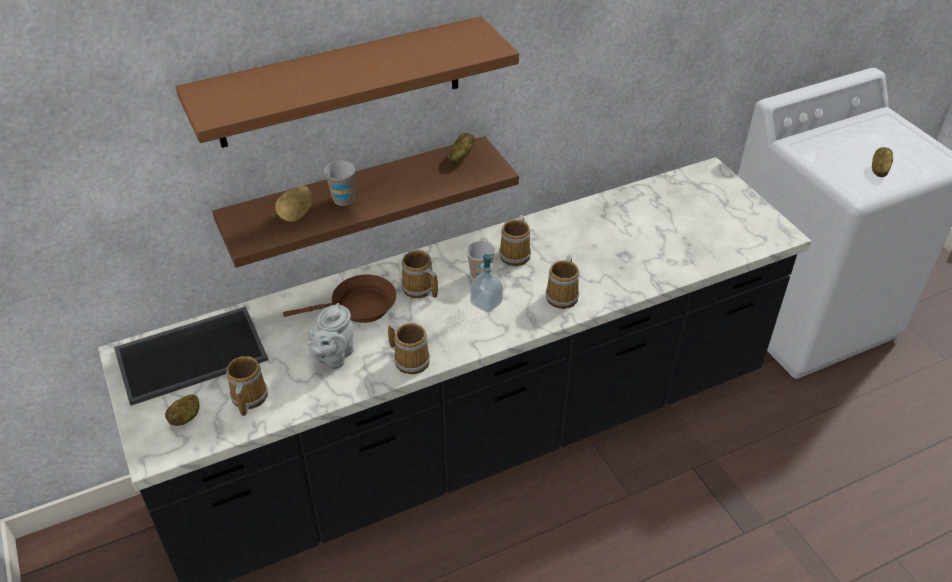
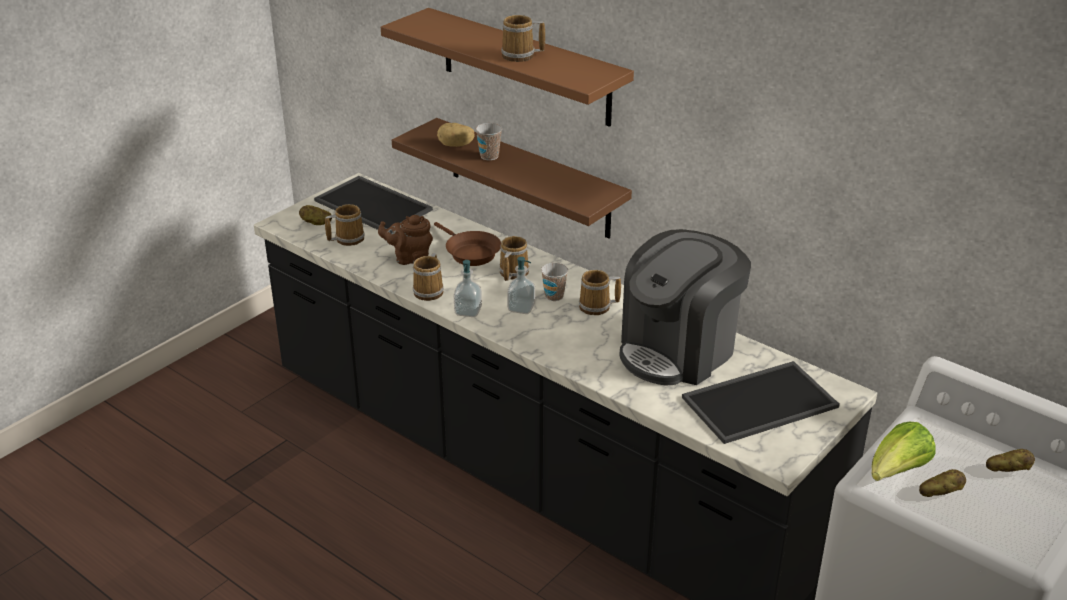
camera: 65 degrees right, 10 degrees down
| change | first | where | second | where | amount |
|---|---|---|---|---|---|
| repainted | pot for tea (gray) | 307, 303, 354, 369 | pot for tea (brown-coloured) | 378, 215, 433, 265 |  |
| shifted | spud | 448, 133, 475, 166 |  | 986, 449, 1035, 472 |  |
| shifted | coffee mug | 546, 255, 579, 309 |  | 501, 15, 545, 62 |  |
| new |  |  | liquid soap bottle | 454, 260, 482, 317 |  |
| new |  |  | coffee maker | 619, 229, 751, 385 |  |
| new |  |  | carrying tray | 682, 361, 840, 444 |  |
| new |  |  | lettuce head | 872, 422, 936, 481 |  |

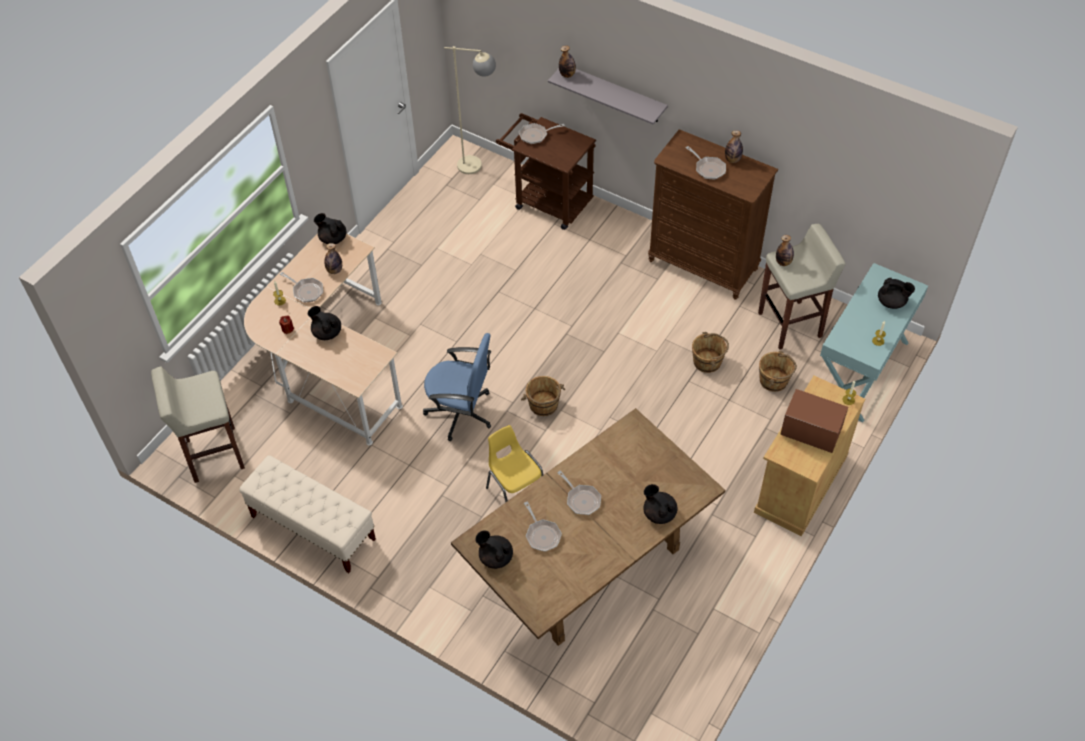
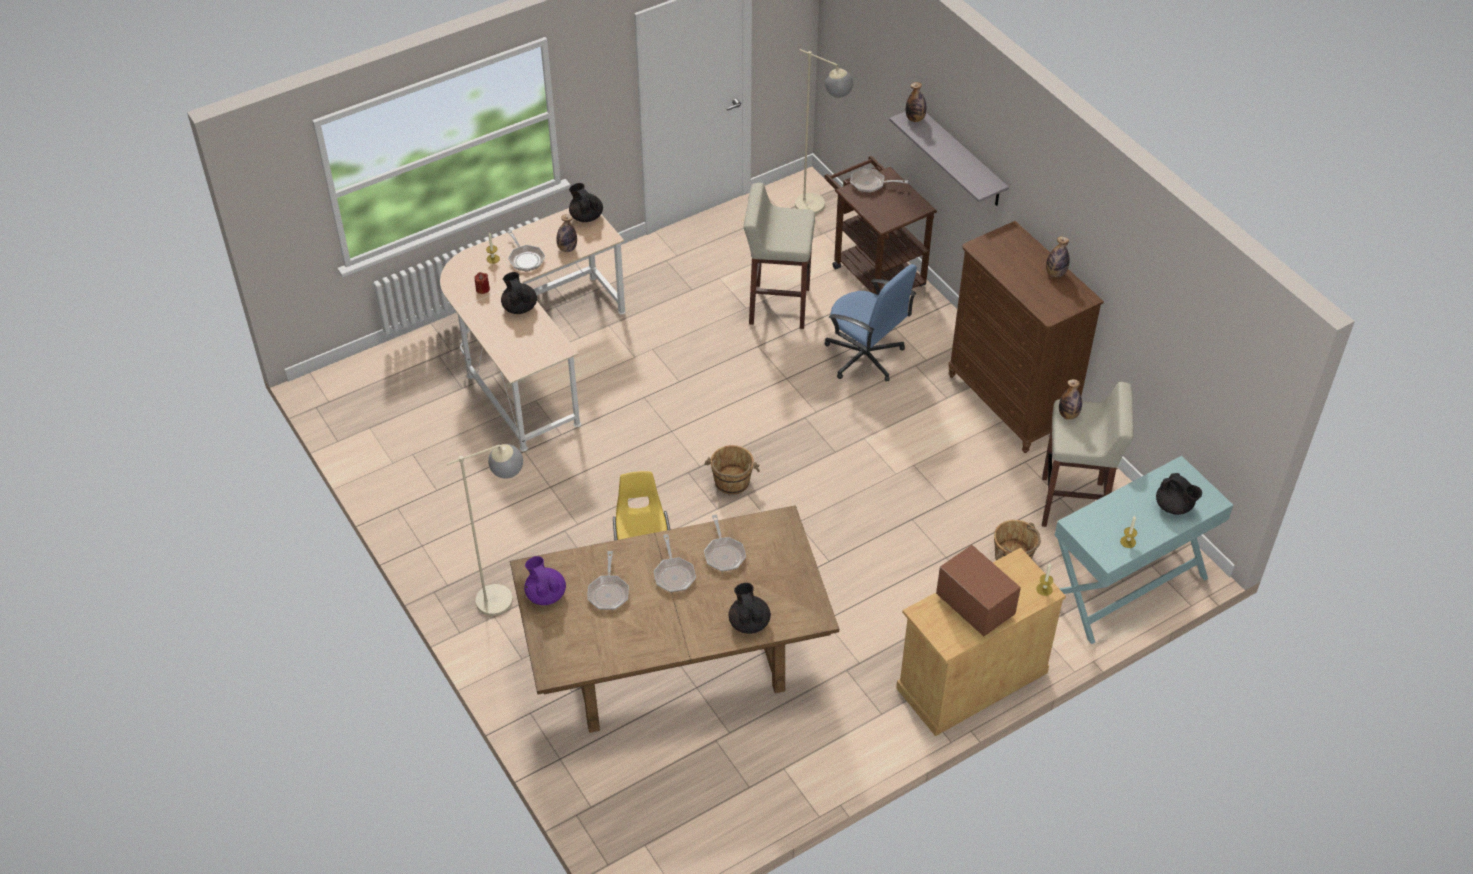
camera: 25 degrees right, 5 degrees down
| change | first | where | second | where | amount |
|---|---|---|---|---|---|
| shifted | sitting stool (beige-coloured) | 151, 366, 245, 483 |  | 744, 183, 815, 329 |  |
| gone | bench (beige-coloured) | 240, 455, 376, 573 |  |  |  |
| shifted | desk chair (blue) | 423, 333, 491, 441 |  | 824, 264, 917, 382 |  |
| repainted | pot for tea (black) | 475, 531, 513, 569 | pot for tea (purple-coloured) | 524, 556, 566, 605 |  |
| shifted | skillet | 686, 146, 726, 180 |  | 704, 515, 746, 572 |  |
| gone | pail (brown-coloured) | 692, 332, 729, 373 |  |  |  |
| new |  |  | floor lamp (beige-coloured) | 447, 444, 523, 616 |  |

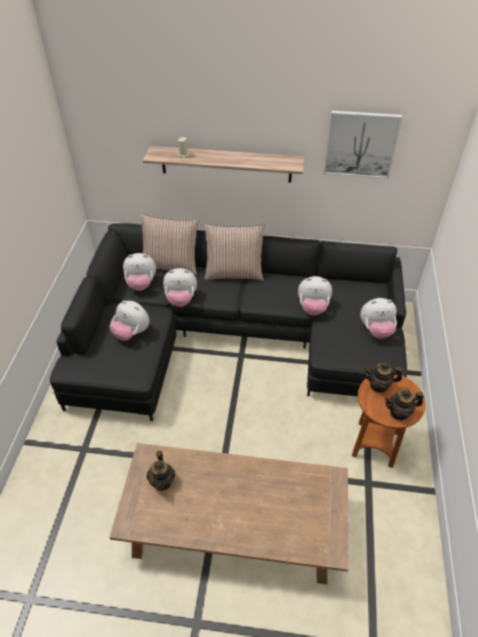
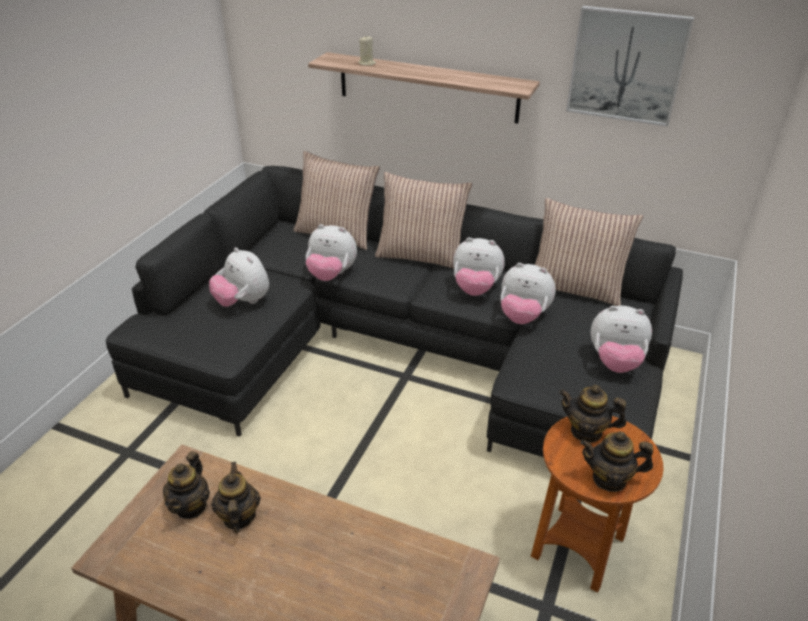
camera: 15 degrees right, 10 degrees down
| change | first | where | second | where | amount |
|---|---|---|---|---|---|
| shifted | soft toy | 123, 253, 156, 291 |  | 453, 237, 504, 296 |  |
| new |  |  | pot for tea | 211, 462, 261, 534 |  |
| new |  |  | cushion | 535, 198, 643, 306 |  |

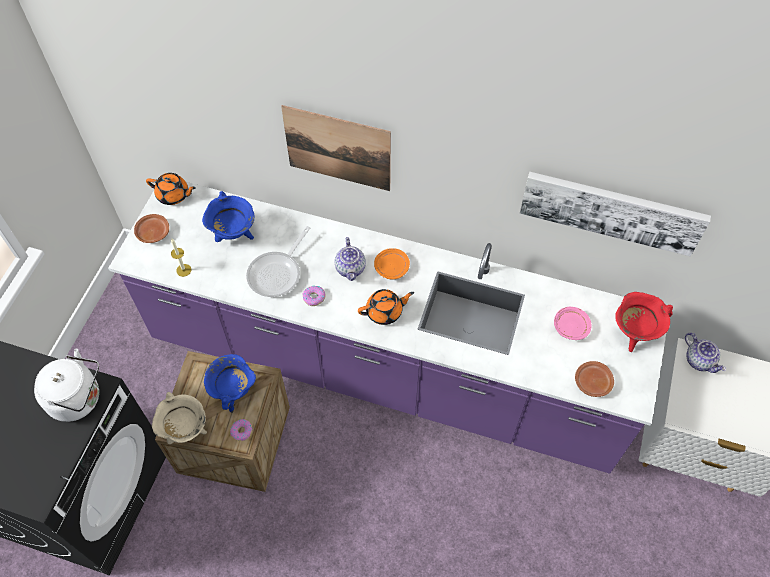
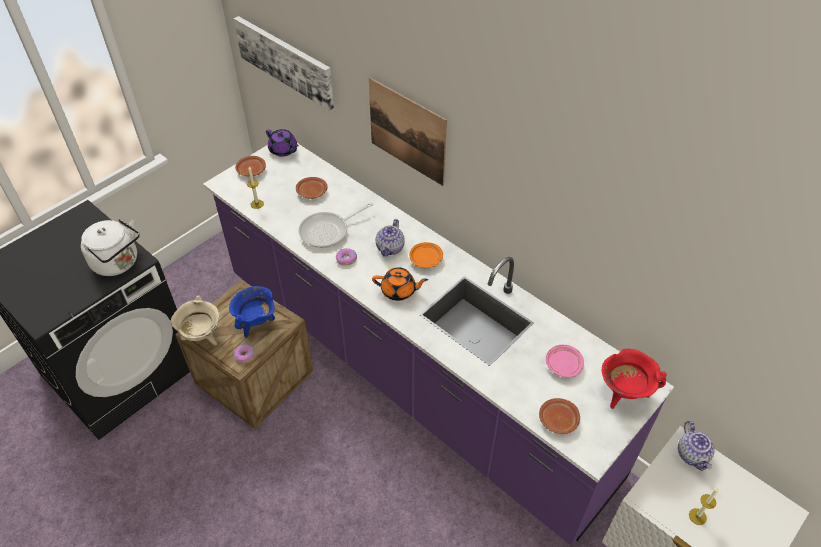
camera: 25 degrees right, 10 degrees down
| change | first | where | second | where | amount |
|---|---|---|---|---|---|
| repainted | pot for tea (orange-coloured) | 146, 173, 196, 205 | pot for tea (purple-coloured) | 266, 129, 299, 157 |  |
| swapped | stockpot (blue) | 202, 191, 254, 242 | plate (brown-coloured) | 296, 177, 328, 199 |  |
| shifted | wall picture | 520, 172, 711, 257 |  | 234, 16, 334, 111 |  |
| new |  |  | wax light | 689, 488, 719, 525 |  |

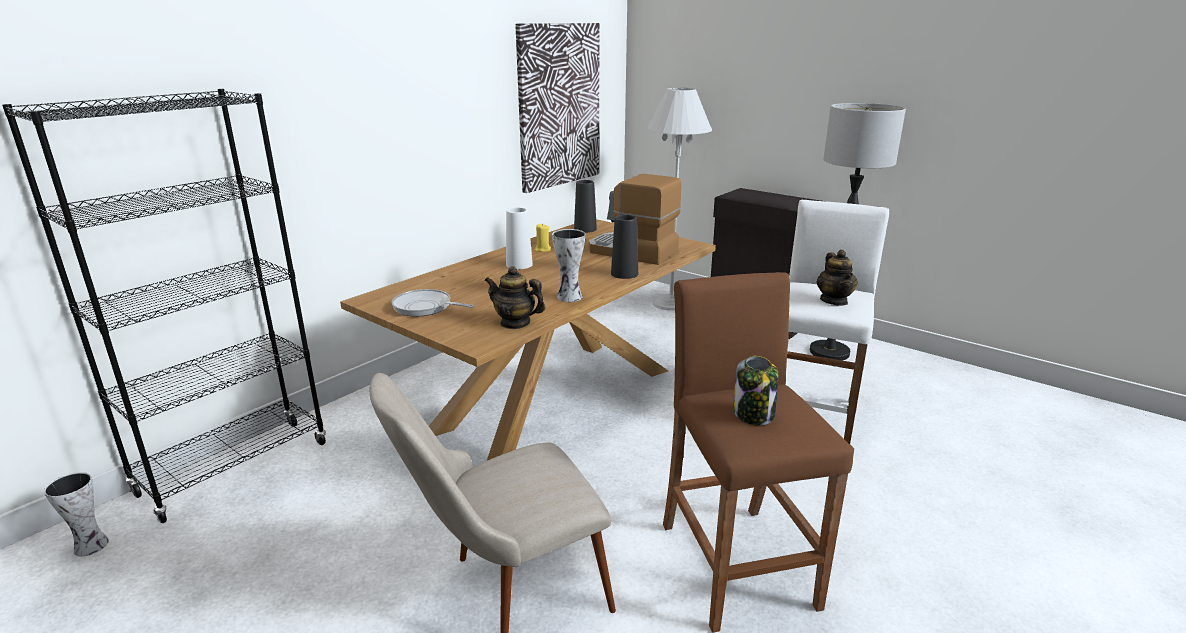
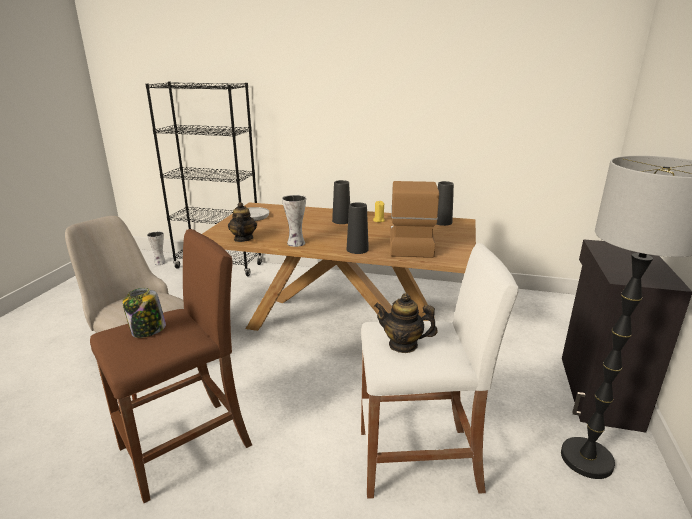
camera: 65 degrees right, 0 degrees up
| change | first | where | second | where | amount |
|---|---|---|---|---|---|
| repainted | vase (white) | 506, 208, 533, 269 | vase (black) | 332, 180, 350, 224 |  |
| gone | wall picture | 515, 23, 600, 193 |  |  |  |
| gone | floor lamp (white) | 647, 88, 712, 311 |  |  |  |
| rotated | pot for tea | 816, 250, 858, 306 |  | 374, 293, 437, 353 | 45 degrees clockwise |

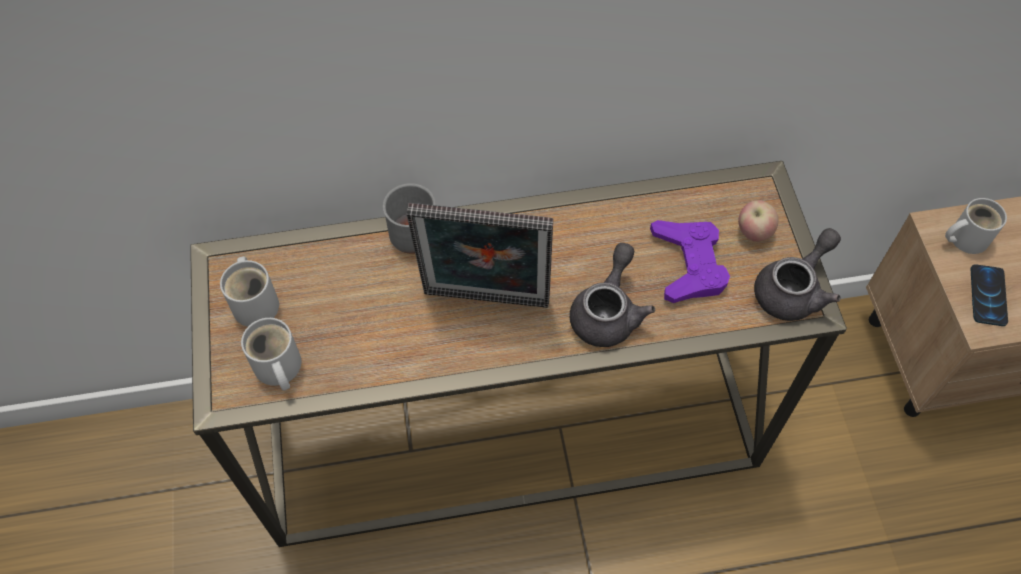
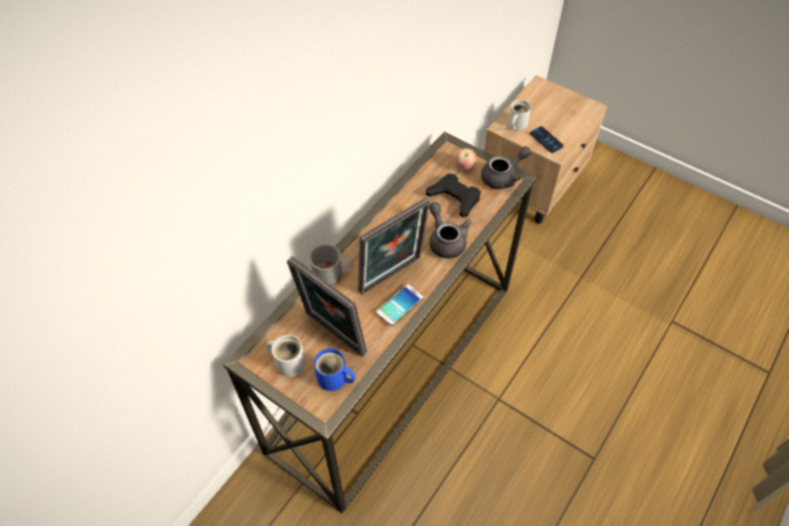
camera: 45 degrees left, 5 degrees down
| change | first | where | second | where | amount |
|---|---|---|---|---|---|
| repainted | coffee mug (white) | 241, 318, 301, 391 | coffee mug (blue) | 314, 349, 356, 391 |  |
| repainted | game controller (purple-coloured) | 650, 220, 730, 303 | game controller (black) | 426, 173, 481, 218 |  |
| rotated | pot for tea (gray) | 754, 228, 841, 321 |  | 481, 146, 531, 189 | 60 degrees clockwise |
| new |  |  | standing frame | 287, 256, 367, 357 |  |
| new |  |  | phone | 376, 284, 424, 326 |  |

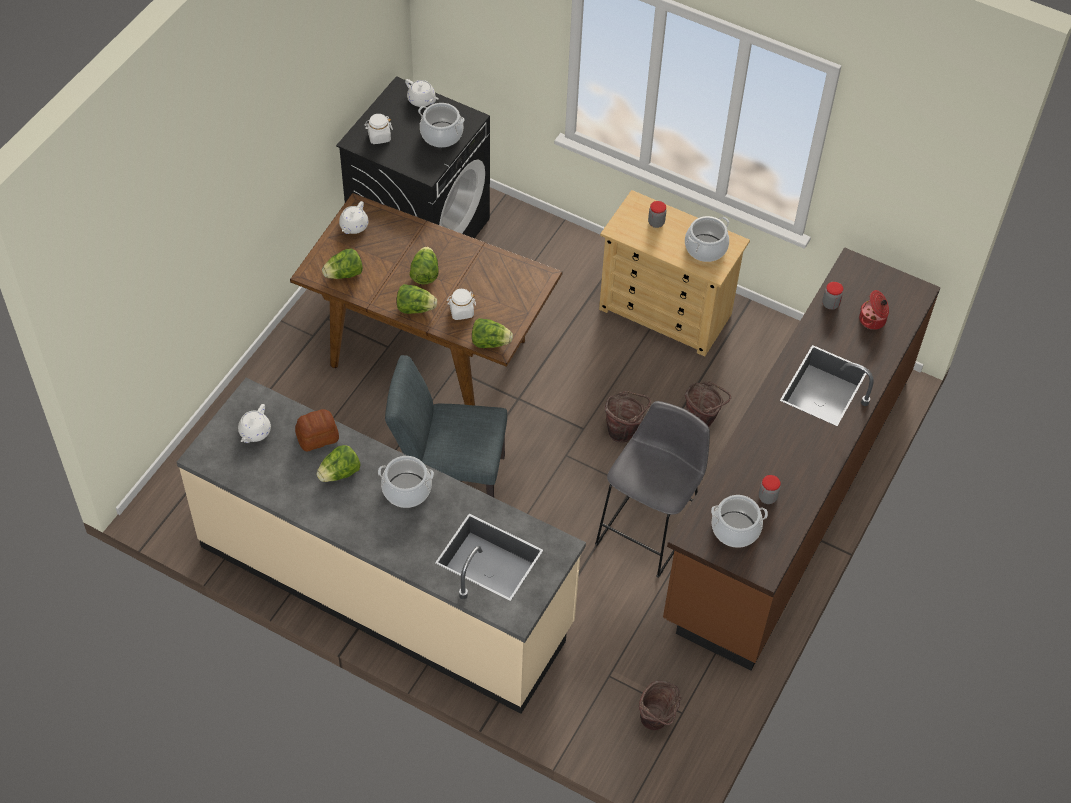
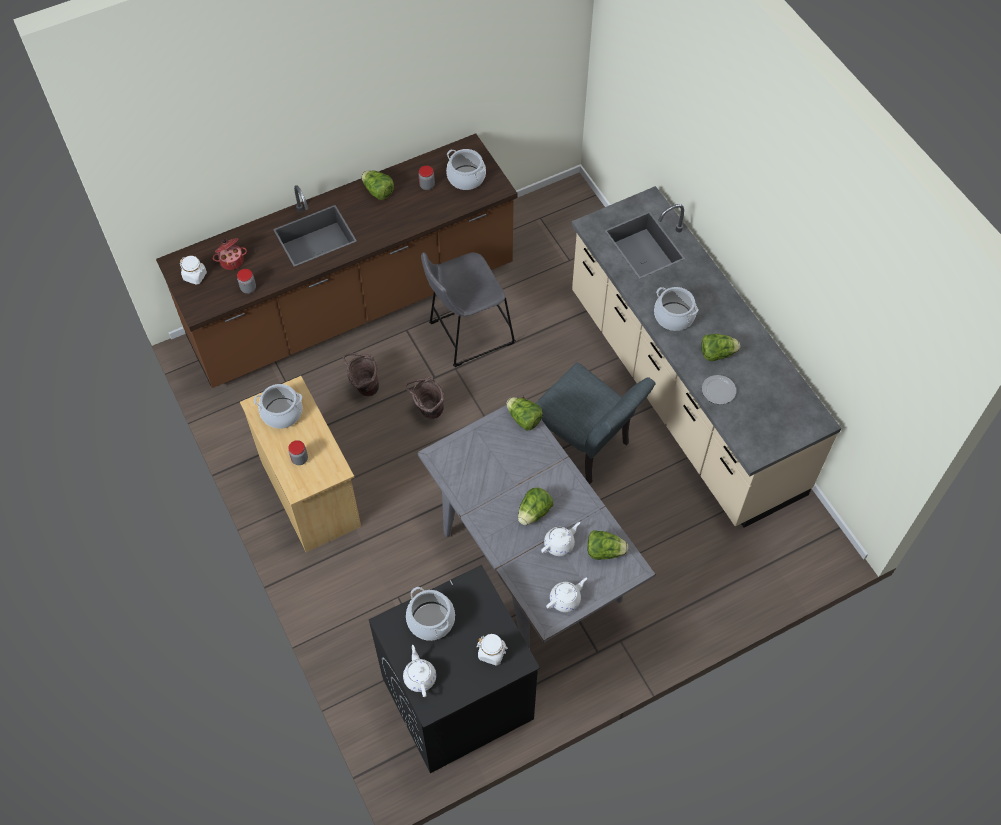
camera: 145 degrees left, 5 degrees up
| change | first | where | second | where | amount |
|---|---|---|---|---|---|
| shifted | pot for tea (white) | 238, 404, 271, 443 |  | 541, 522, 580, 556 |  |
| repainted | kitchen table (brown-coloured) | 290, 193, 563, 406 | kitchen table (gray) | 417, 396, 656, 649 |  |
| swapped | bread | 295, 409, 339, 452 | plate | 702, 375, 736, 404 |  |
| shifted | lettuce head | 397, 284, 437, 314 |  | 361, 170, 394, 200 |  |
| shifted | jar (white) | 447, 289, 476, 320 |  | 180, 256, 207, 285 |  |
| gone | pail (brown-coloured) | 639, 680, 681, 730 |  |  |  |

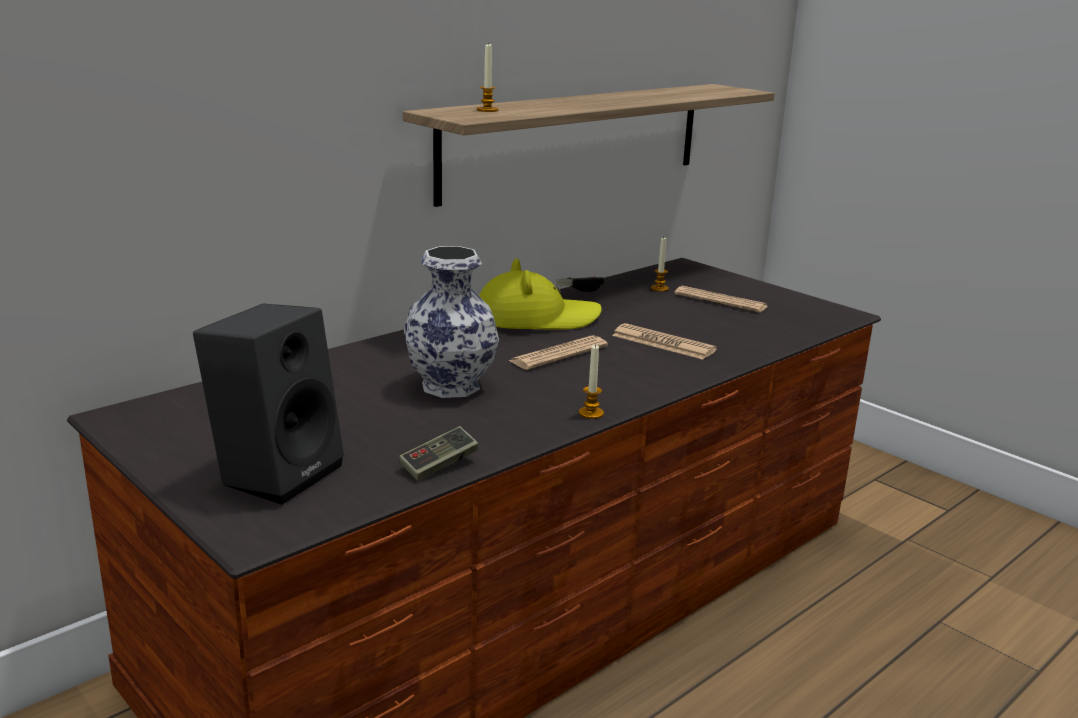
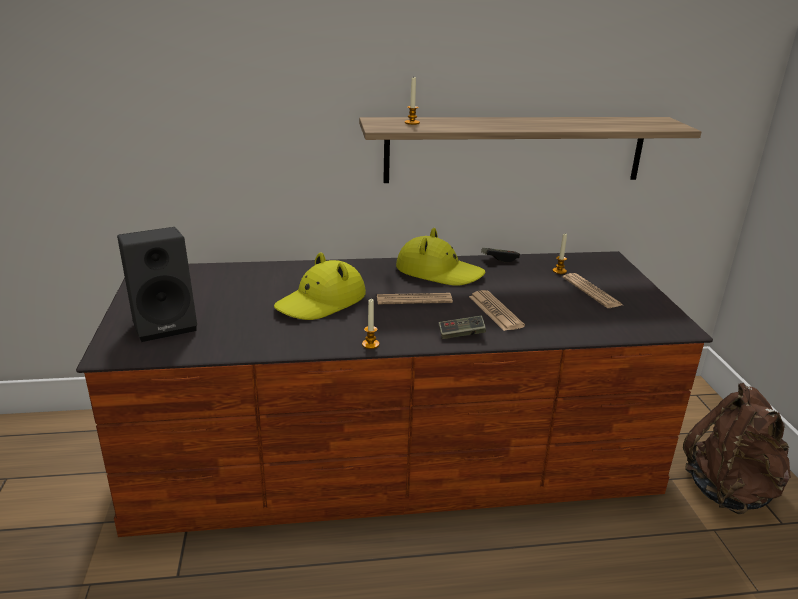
camera: 35 degrees right, 5 degrees up
| change | first | where | second | where | amount |
|---|---|---|---|---|---|
| shifted | game controller | 399, 426, 479, 481 |  | 439, 315, 486, 339 |  |
| swapped | vase | 404, 246, 499, 398 | wearable hat (yellow) | 274, 253, 366, 320 |  |
| new |  |  | rucksack (brown-coloured) | 683, 383, 791, 514 |  |

